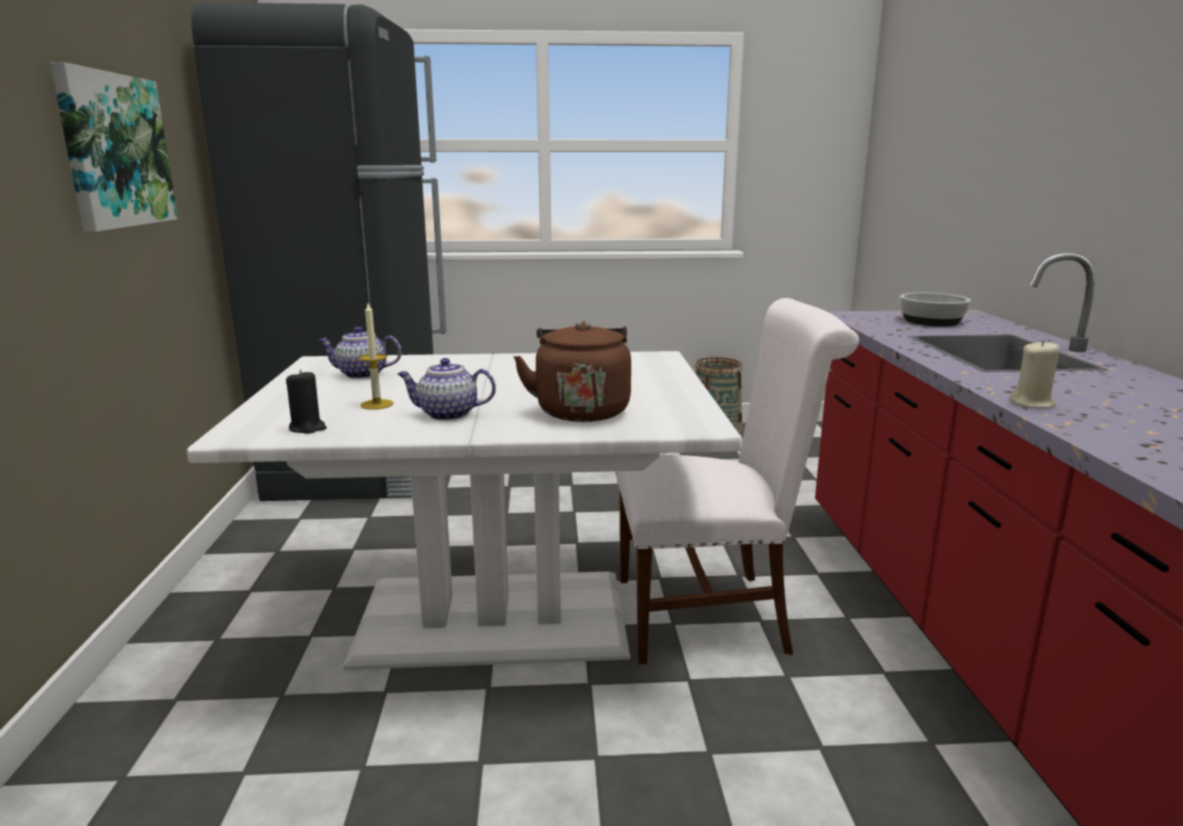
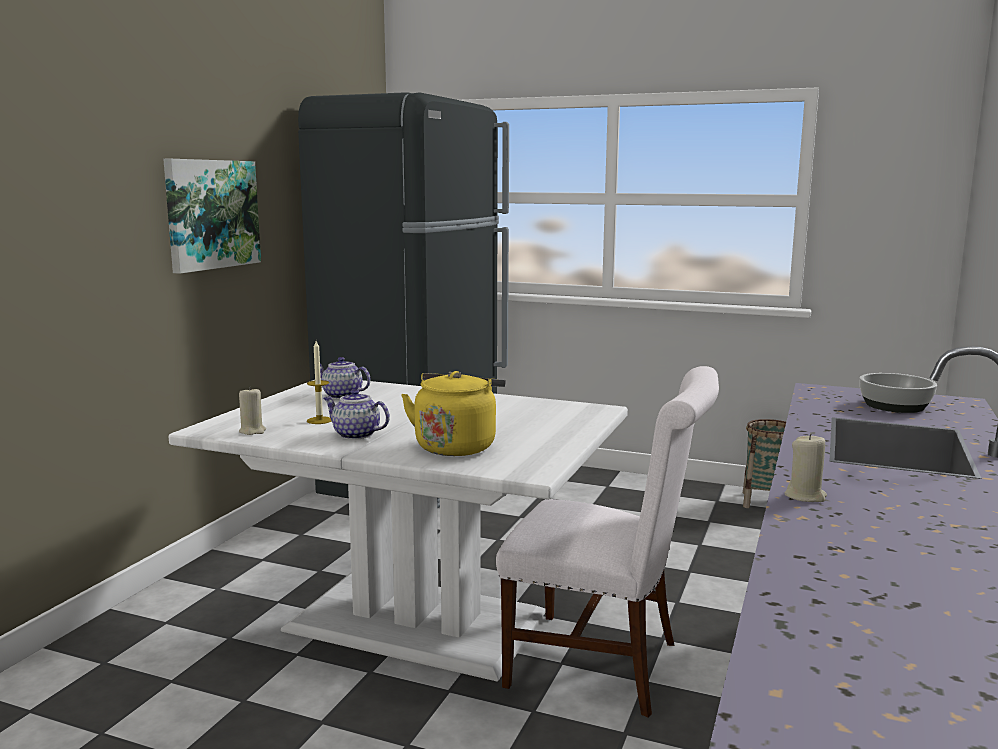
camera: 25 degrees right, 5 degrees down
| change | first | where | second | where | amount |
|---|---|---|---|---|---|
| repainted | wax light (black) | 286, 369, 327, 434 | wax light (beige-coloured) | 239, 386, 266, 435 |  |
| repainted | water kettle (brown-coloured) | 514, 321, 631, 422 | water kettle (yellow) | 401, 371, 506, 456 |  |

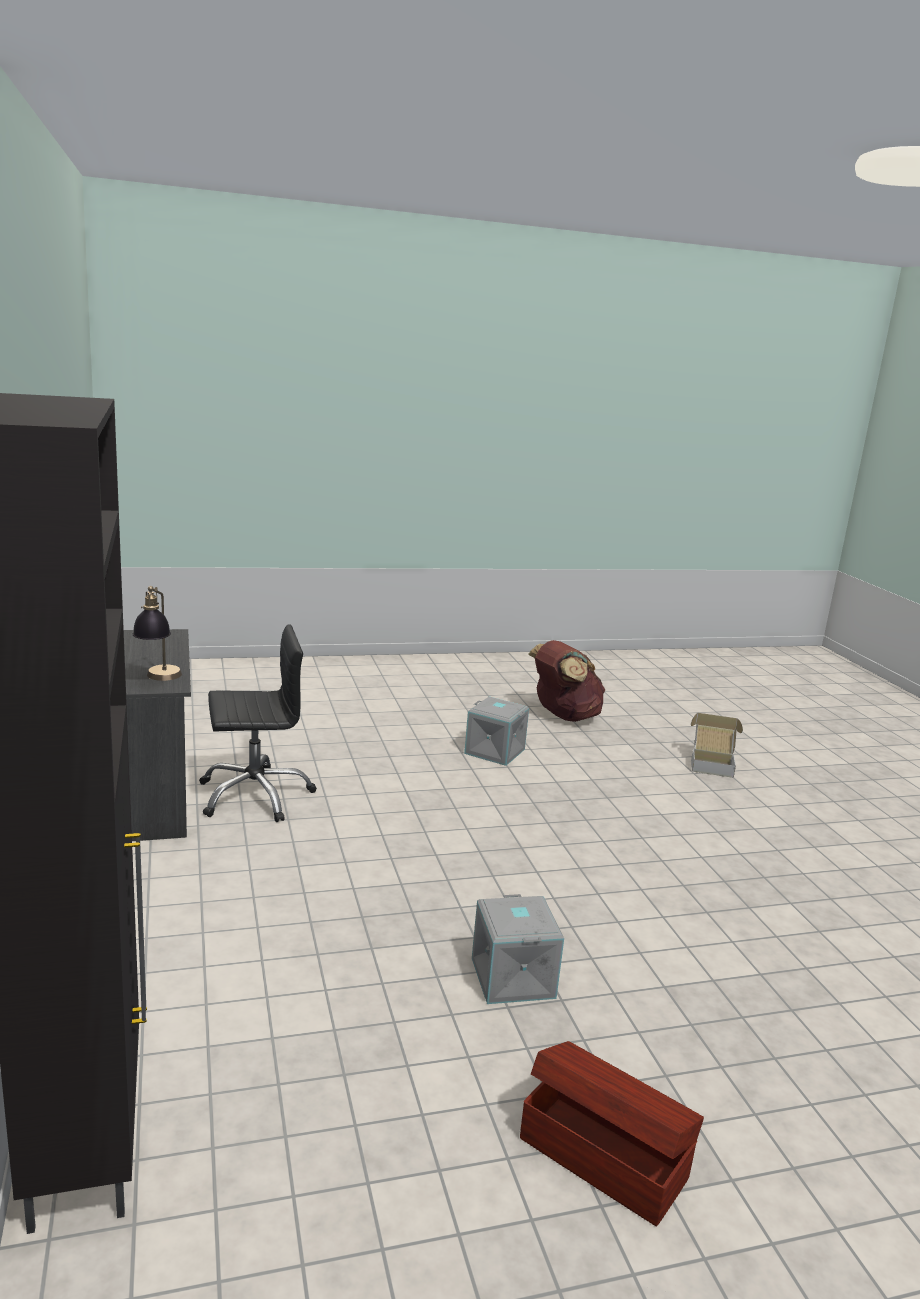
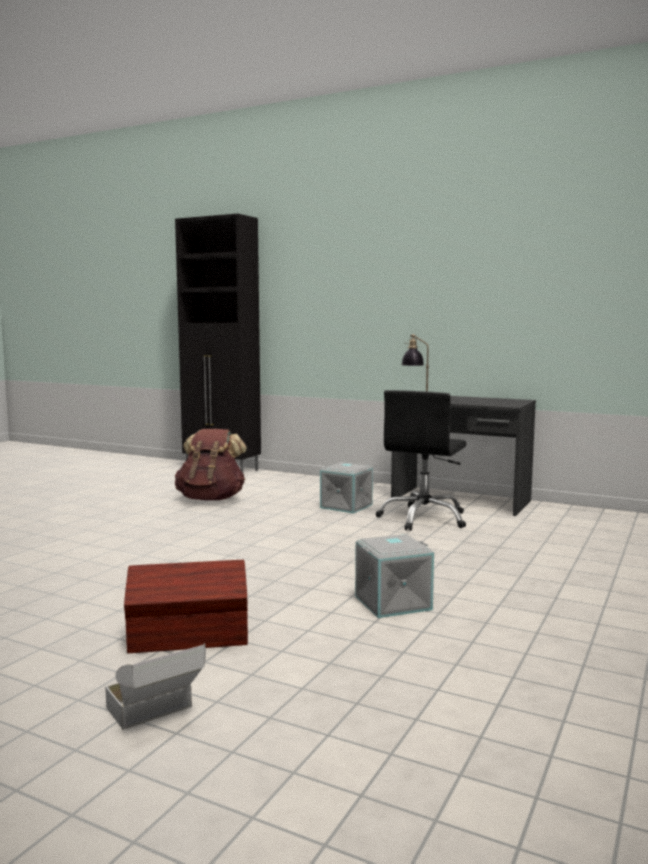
camera: 135 degrees right, 10 degrees down
| change | first | where | second | where | amount |
|---|---|---|---|---|---|
| shifted | storage bin (gray) | 472, 894, 564, 1004 |  | 320, 462, 373, 514 |  |
| shifted | storage bin (brown-coloured) | 520, 1041, 704, 1227 |  | 124, 560, 248, 653 |  |
| shifted | rucksack (brown-coloured) | 528, 640, 605, 722 |  | 175, 429, 247, 500 |  |

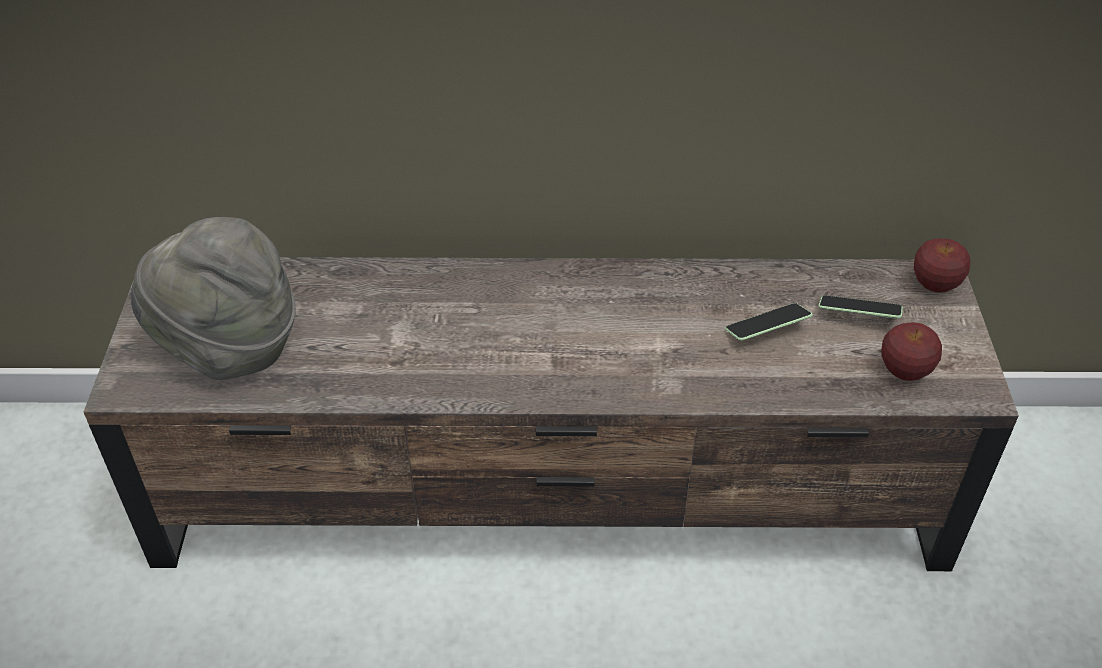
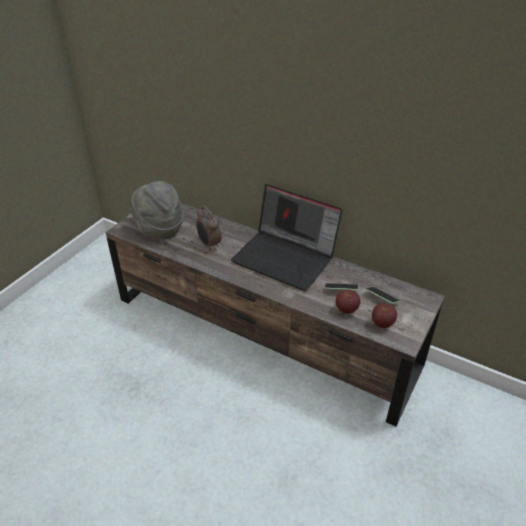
camera: 30 degrees right, 5 degrees down
| change | first | where | second | where | amount |
|---|---|---|---|---|---|
| shifted | apple | 914, 238, 970, 293 |  | 336, 289, 360, 314 |  |
| new |  |  | table clock | 196, 206, 221, 251 |  |
| new |  |  | notebook computer | 231, 184, 343, 291 |  |

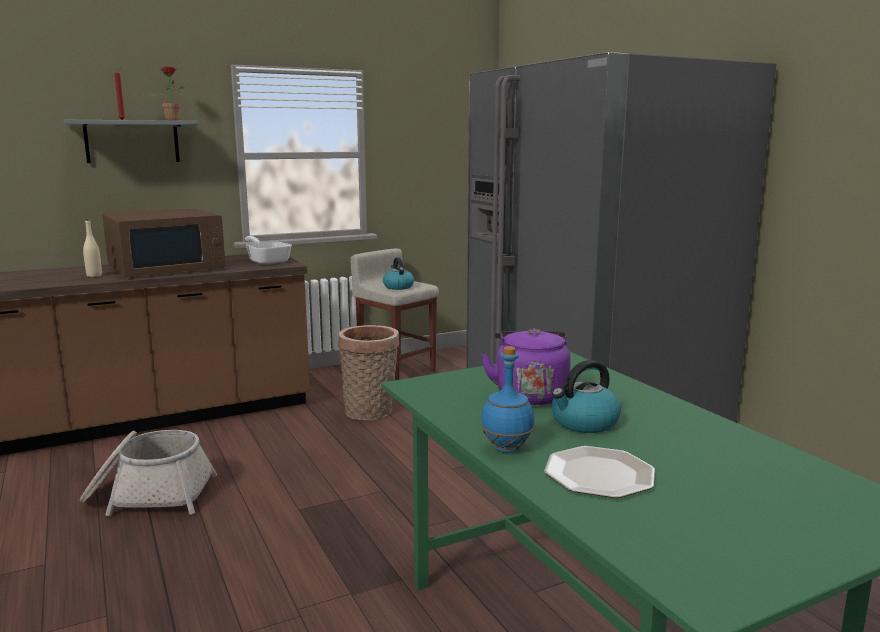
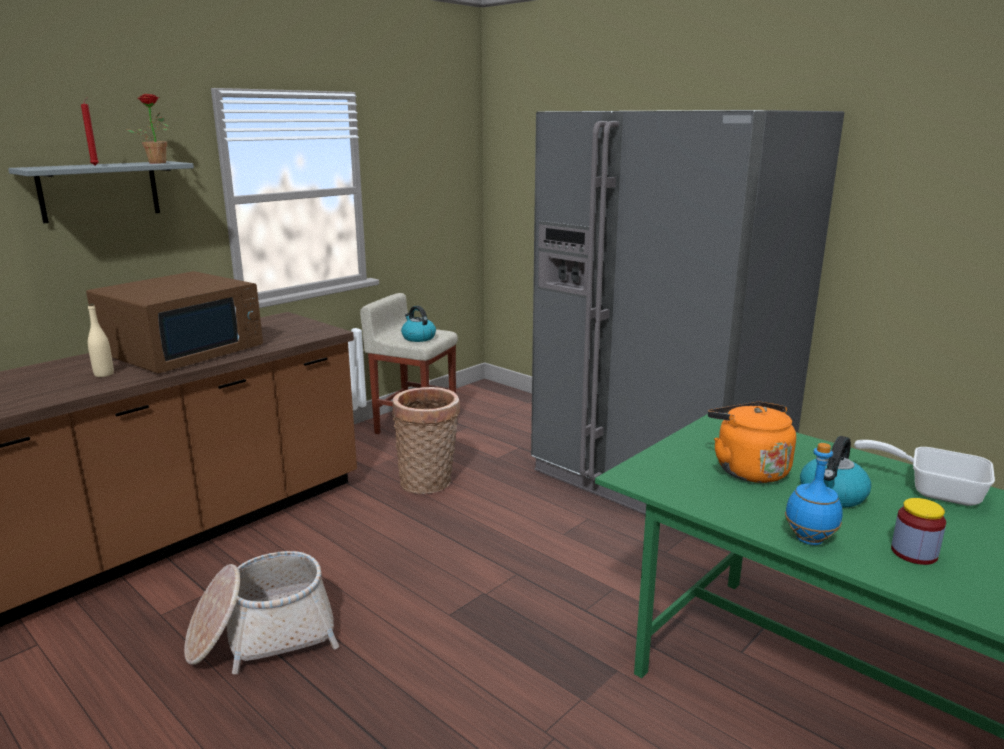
camera: 20 degrees left, 5 degrees up
| change | first | where | second | where | amount |
|---|---|---|---|---|---|
| shifted | skillet | 245, 236, 292, 265 |  | 854, 440, 995, 506 |  |
| repainted | water kettle (purple-coloured) | 481, 328, 571, 405 | water kettle (orange-coloured) | 708, 402, 796, 483 |  |
| swapped | plate | 544, 446, 655, 498 | jar | 891, 498, 946, 565 |  |

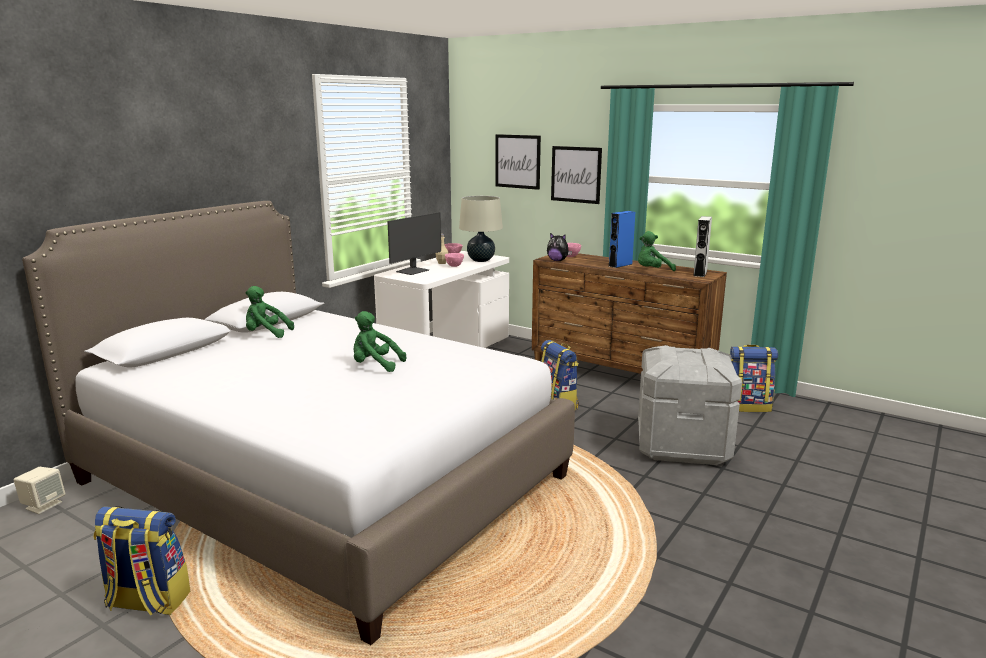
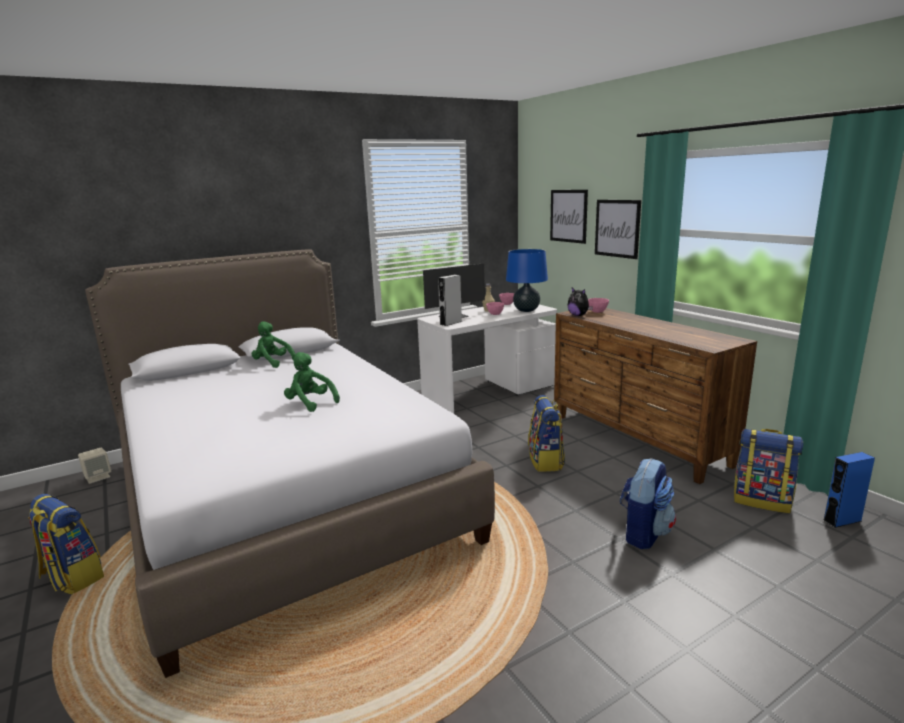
camera: 25 degrees right, 0 degrees up
| change | first | where | second | where | amount |
|---|---|---|---|---|---|
| repainted | lamp for a table (beige-coloured) | 459, 196, 503, 262 | lamp for a table (blue) | 506, 249, 548, 312 |  |
| shifted | loudspeaker (blue) | 609, 211, 635, 268 |  | 823, 452, 875, 528 |  |
| gone | soft toy (greenish) | 638, 231, 676, 271 |  |  |  |
| swapped | storage bin (gray) | 638, 345, 742, 465 | rucksack | 620, 458, 676, 549 |  |
| shifted | loudspeaker (gray) | 693, 216, 712, 277 |  | 438, 275, 462, 326 |  |

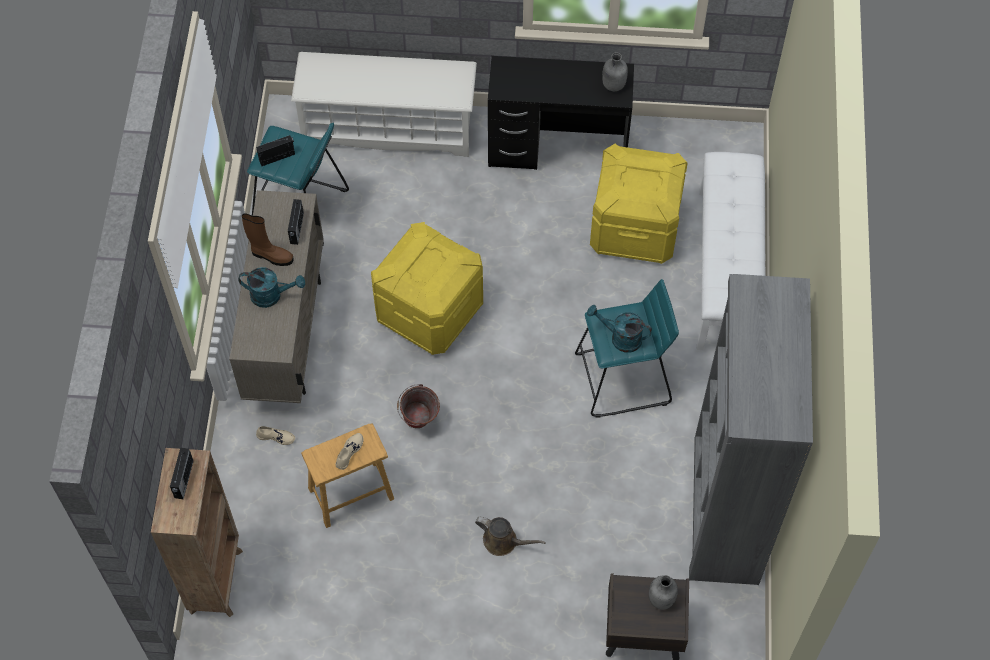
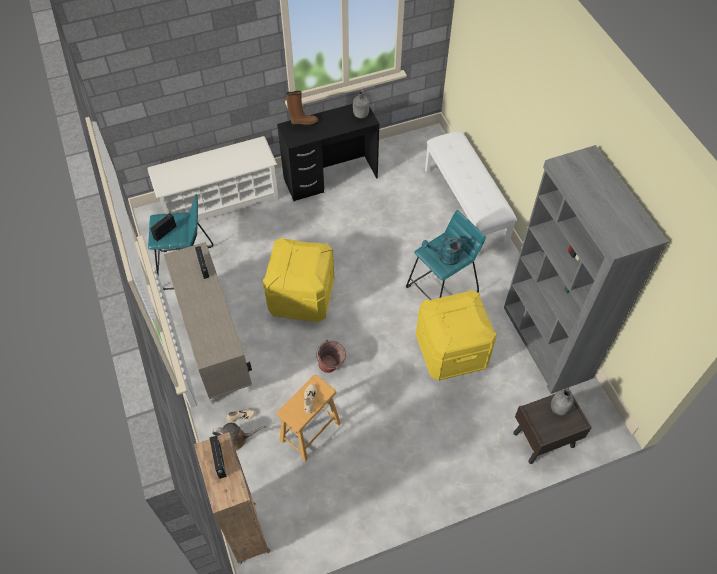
camera: 25 degrees left, 5 degrees down
| change | first | where | second | where | amount |
|---|---|---|---|---|---|
| gone | watering pot (blue-green) | 238, 267, 305, 308 |  |  |  |
| shifted | tall boot (brown-coloured) | 242, 214, 293, 266 |  | 287, 91, 318, 127 |  |
| shifted | watering pot (brown-coloured) | 475, 517, 546, 556 |  | 212, 423, 266, 451 |  |
| shifted | storage bin (yellow) | 590, 144, 688, 264 |  | 416, 289, 497, 381 |  |

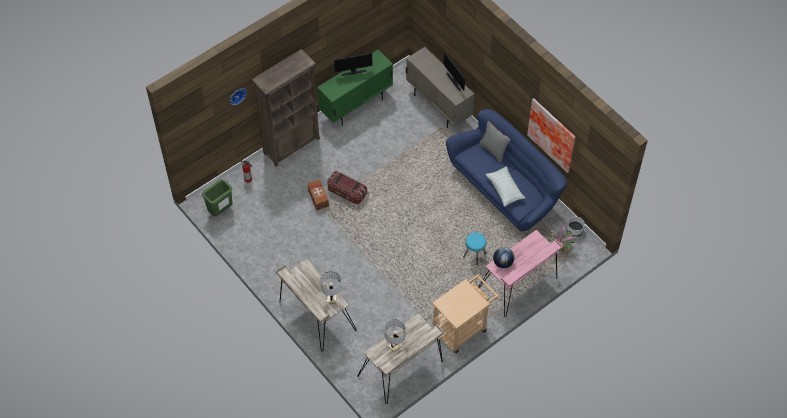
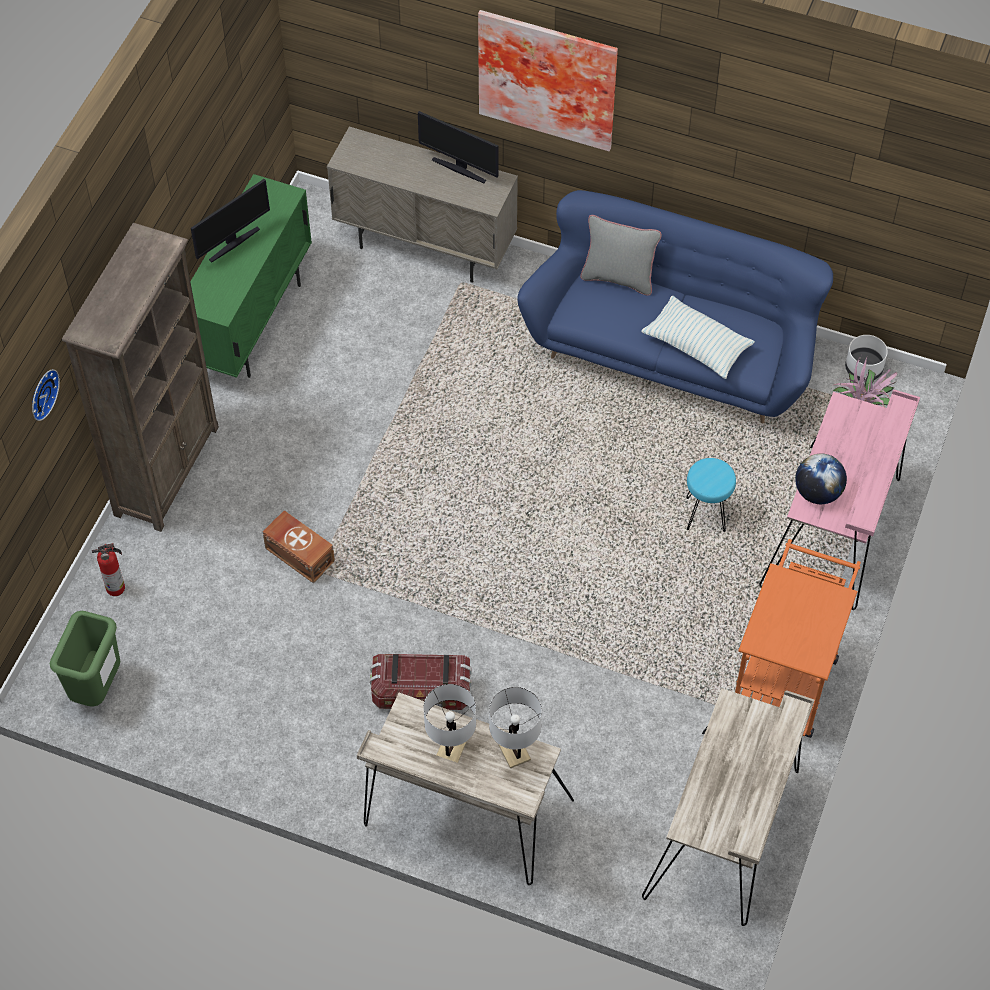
camera: 30 degrees left, 0 degrees up
| change | first | where | second | where | amount |
|---|---|---|---|---|---|
| shifted | storage bin | 327, 171, 367, 204 |  | 370, 654, 472, 710 |  |
| shifted | lamp for a table (white) | 385, 319, 406, 352 |  | 423, 684, 476, 763 |  |
| repainted | cart (beige-coloured) | 432, 274, 500, 353 | cart (orange-coloured) | 735, 539, 861, 738 |  |
| shifted | wall picture | 527, 98, 576, 173 |  | 478, 10, 618, 151 |  |

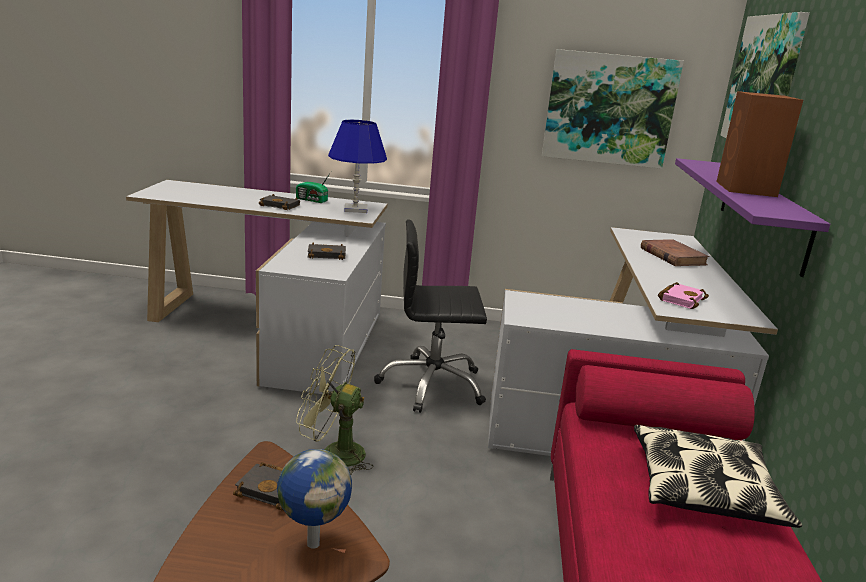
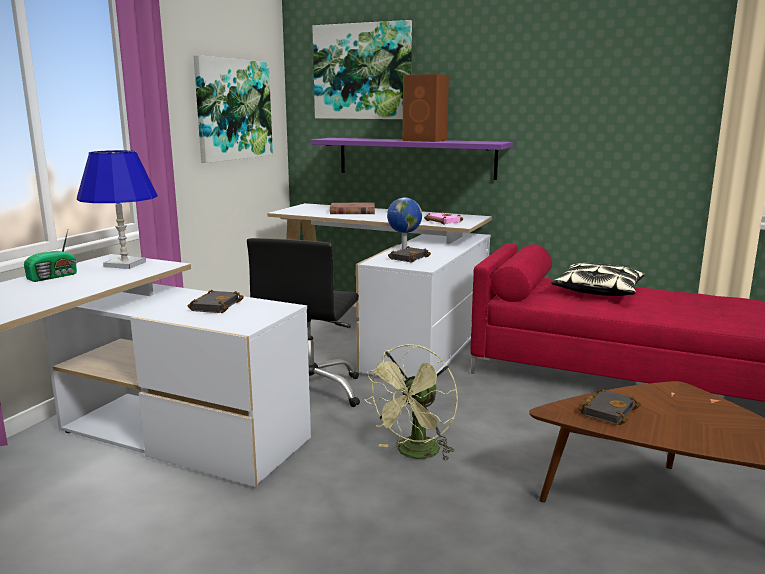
camera: 70 degrees left, 5 degrees down
| change | first | where | second | where | amount |
|---|---|---|---|---|---|
| shifted | book (black) | 259, 194, 300, 210 |  | 388, 246, 431, 263 |  |
| shifted | globe | 277, 449, 352, 549 |  | 387, 198, 422, 249 |  |

